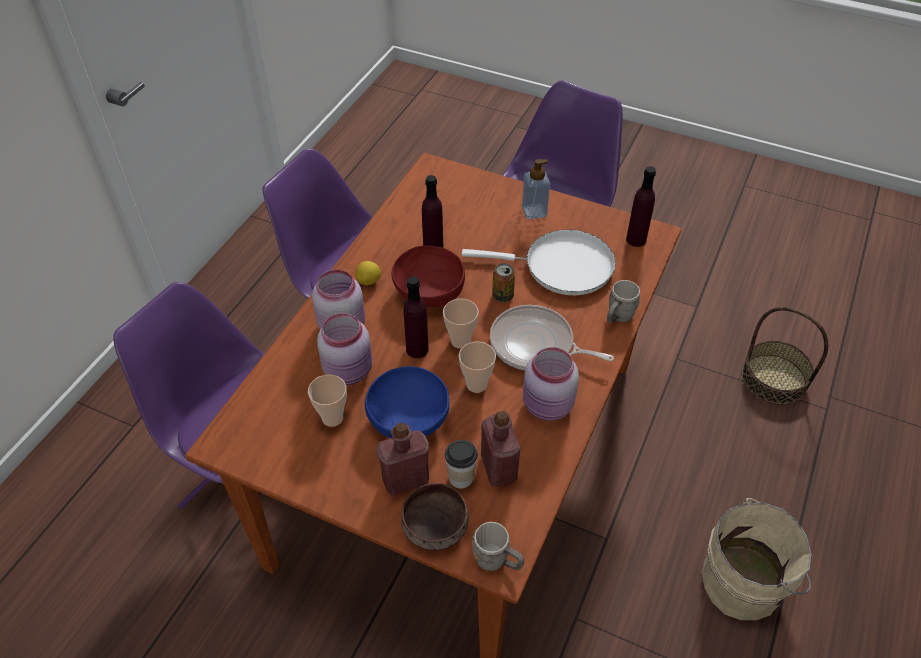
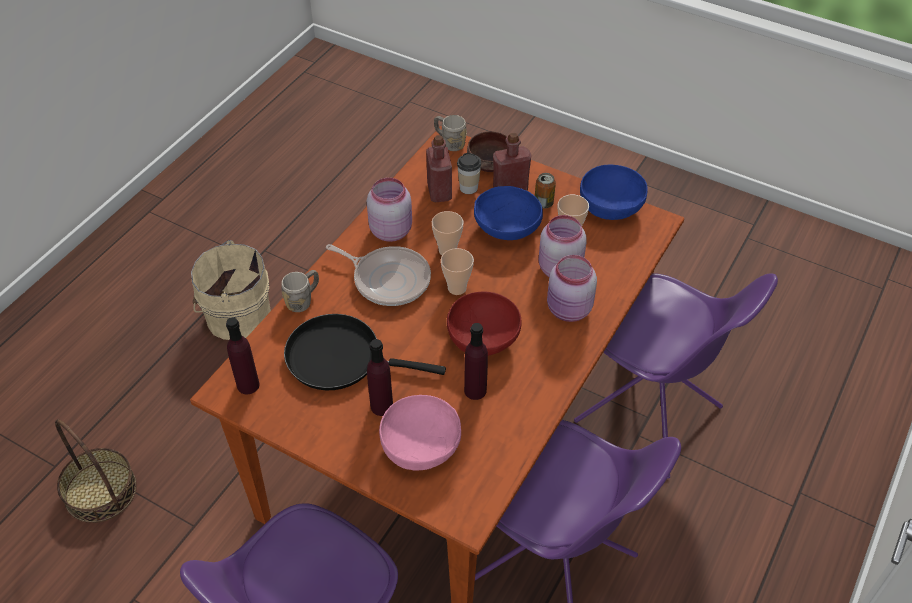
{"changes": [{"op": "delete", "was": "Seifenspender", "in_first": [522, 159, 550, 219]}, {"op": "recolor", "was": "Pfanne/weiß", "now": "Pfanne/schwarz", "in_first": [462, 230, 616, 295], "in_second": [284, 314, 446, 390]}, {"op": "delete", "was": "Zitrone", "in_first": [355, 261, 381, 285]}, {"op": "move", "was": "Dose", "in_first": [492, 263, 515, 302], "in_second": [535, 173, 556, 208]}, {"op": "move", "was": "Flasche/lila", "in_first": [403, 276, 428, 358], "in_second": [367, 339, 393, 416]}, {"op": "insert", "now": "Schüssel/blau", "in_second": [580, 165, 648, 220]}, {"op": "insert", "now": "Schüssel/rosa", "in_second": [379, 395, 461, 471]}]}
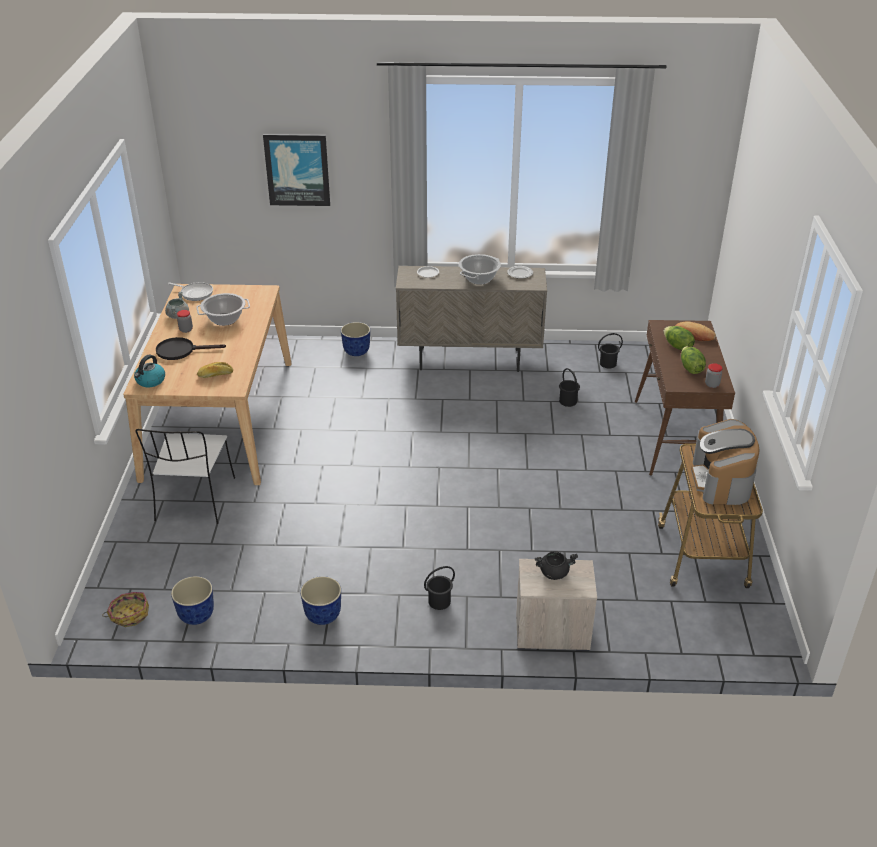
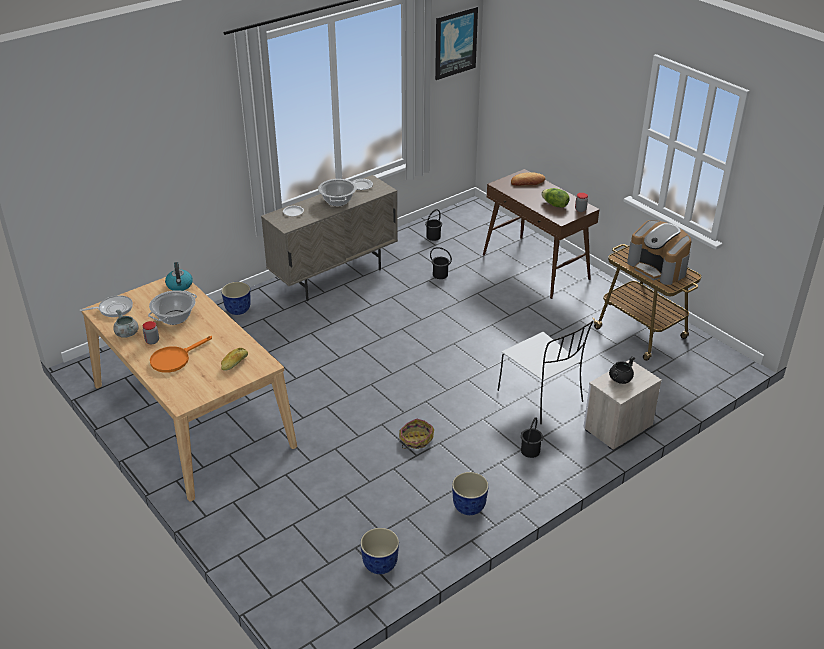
{"changes": [{"op": "move", "was": "Bild", "in_first": [263, 134, 330, 206], "in_second": [435, 6, 478, 80]}, {"op": "delete", "was": "Salatkopf", "in_first": [663, 326, 695, 351]}, {"op": "recolor", "was": "Pfanne/schwarz", "now": "Pfanne/orange", "in_first": [156, 337, 226, 360], "in_second": [150, 336, 212, 373]}, {"op": "move", "was": "Wasserkessel", "in_first": [134, 355, 165, 387], "in_second": [165, 262, 193, 291]}, {"op": "move", "was": "Stuhl/weiß", "in_first": [135, 429, 235, 524], "in_second": [498, 321, 593, 424]}, {"op": "move", "was": "Korb", "in_first": [102, 592, 149, 627], "in_second": [399, 418, 434, 449]}]}
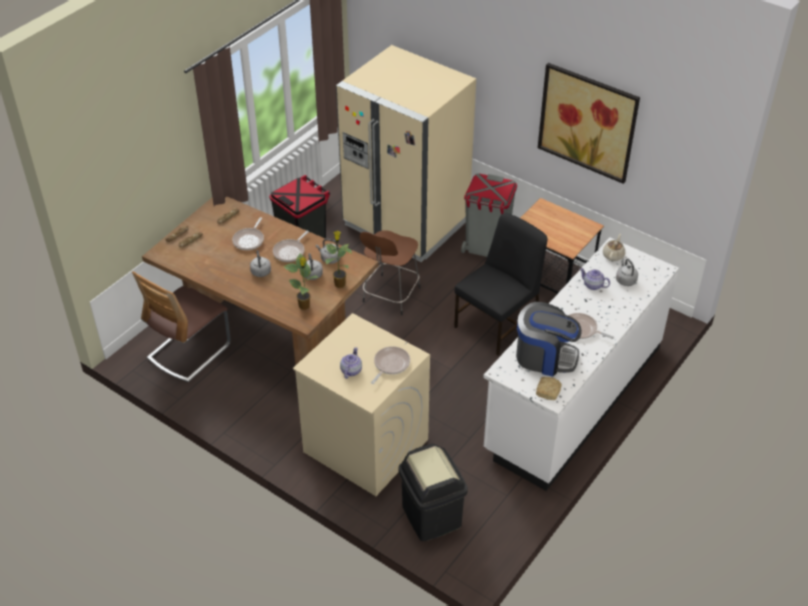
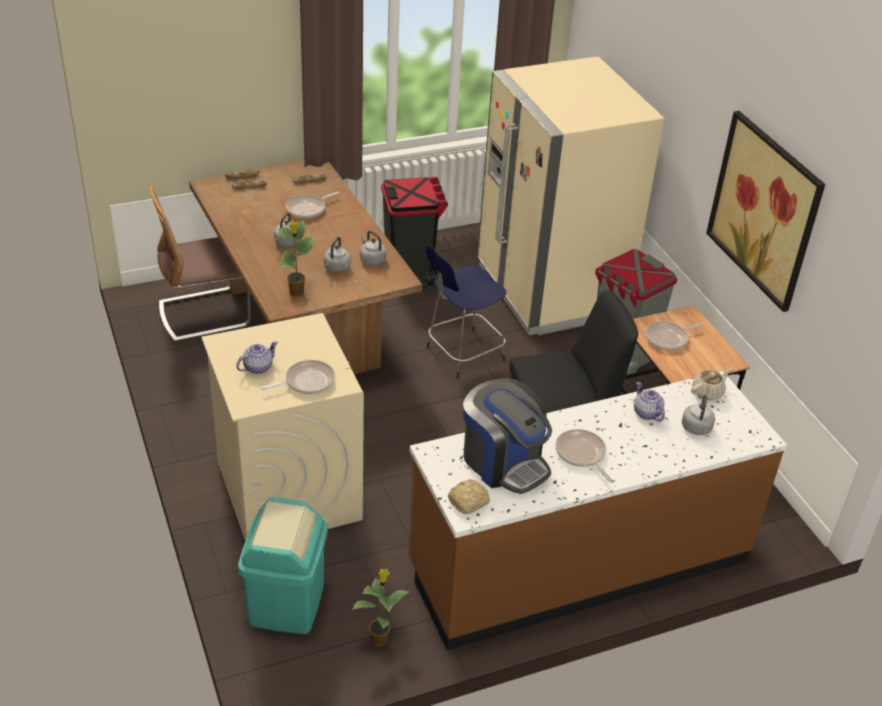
{"changes": [{"op": "recolor", "was": "Hocker/braun", "now": "Hocker/blau", "in_first": [360, 230, 421, 315], "in_second": [426, 246, 506, 379]}, {"op": "move", "was": "Pfanne", "in_first": [273, 231, 309, 262], "in_second": [645, 321, 704, 350]}, {"op": "move", "was": "Topfpflanze", "in_first": [325, 231, 352, 288], "in_second": [352, 569, 410, 647]}, {"op": "recolor", "was": "Küchenzeile/weiß", "now": "Küchenzeile/braun", "in_first": [483, 237, 679, 491], "in_second": [409, 371, 787, 650]}, {"op": "recolor", "was": "Mülleimer/schwarz", "now": "Mülleimer/türkis", "in_first": [399, 444, 468, 542], "in_second": [238, 497, 328, 634]}]}
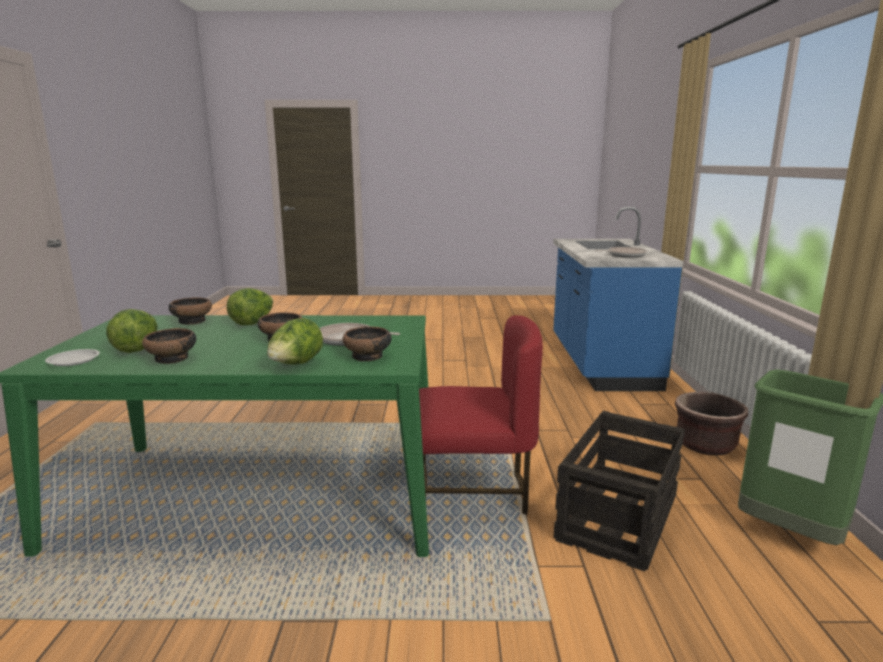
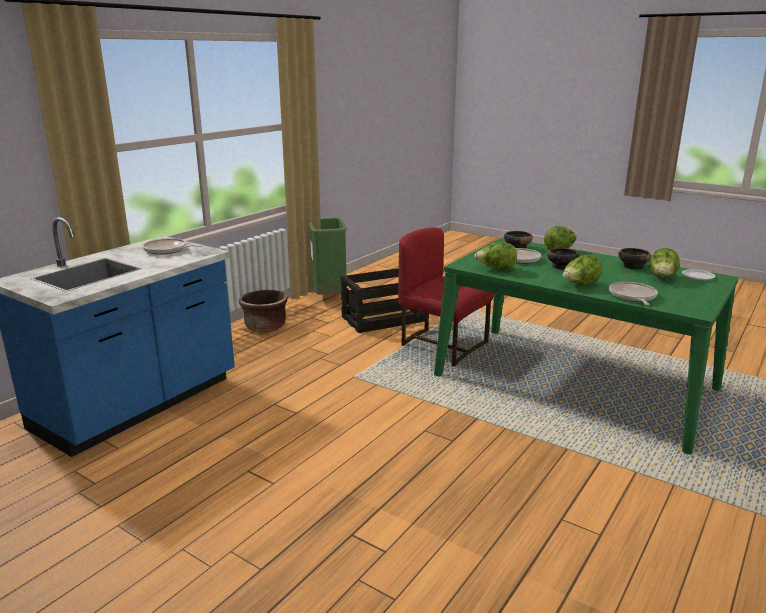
{"changes": [{"op": "replace", "was": "Schüssel", "now": "Pfanne", "in_first": [168, 298, 212, 325], "in_second": [609, 282, 658, 305]}, {"op": "insert", "now": "Salatkopf", "in_second": [474, 243, 517, 270]}]}
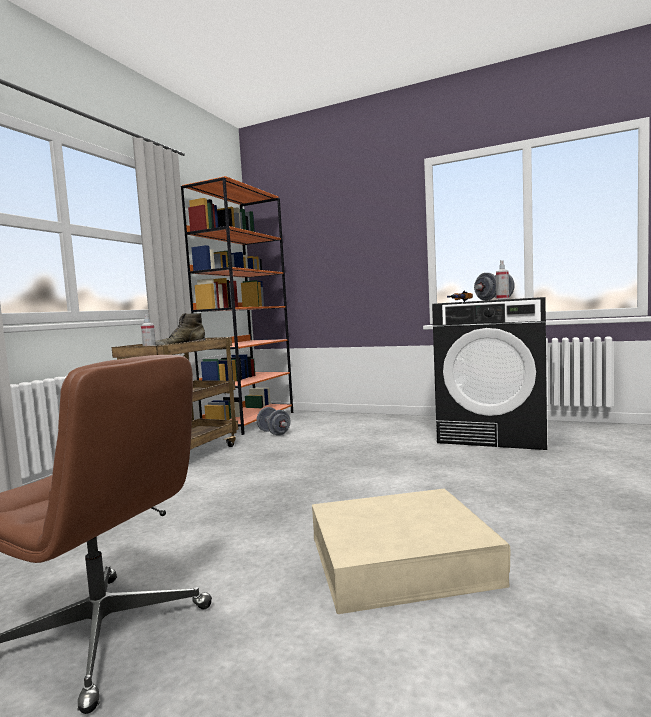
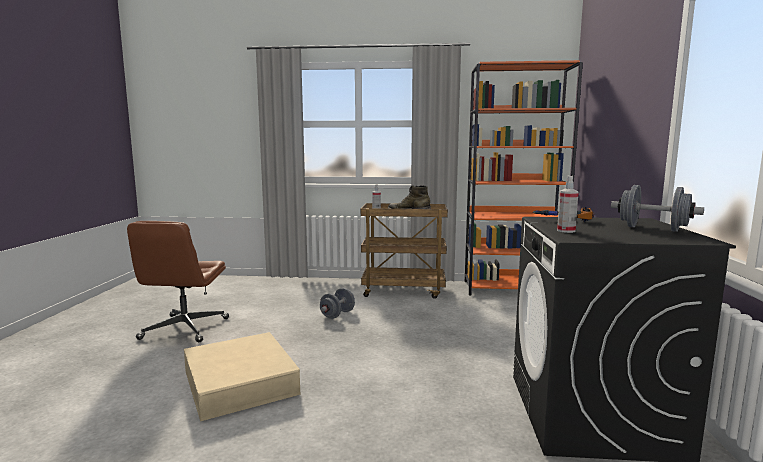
{"changes": [{"op": "move", "was": "Hantel/grau", "in_first": [256, 407, 290, 436], "in_second": [320, 288, 355, 319]}]}
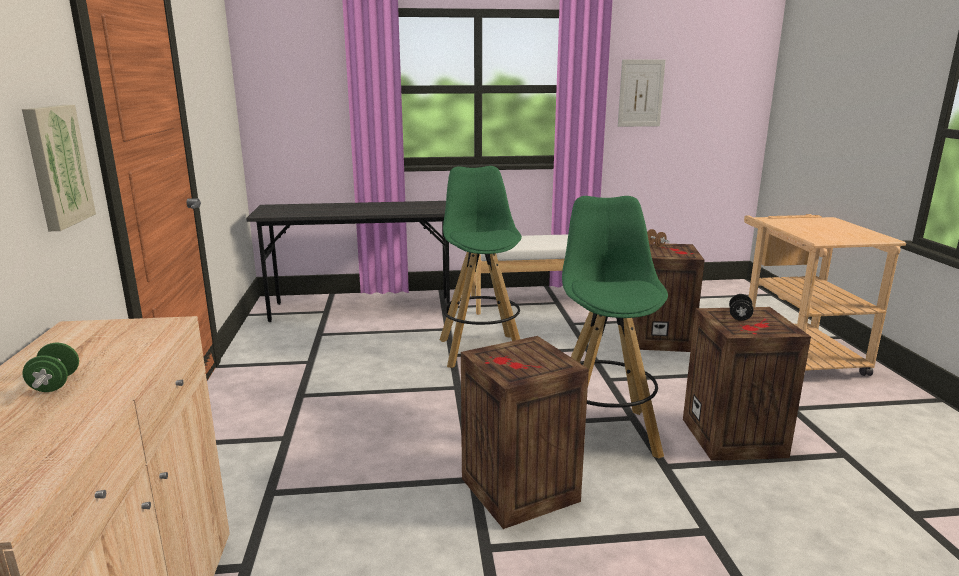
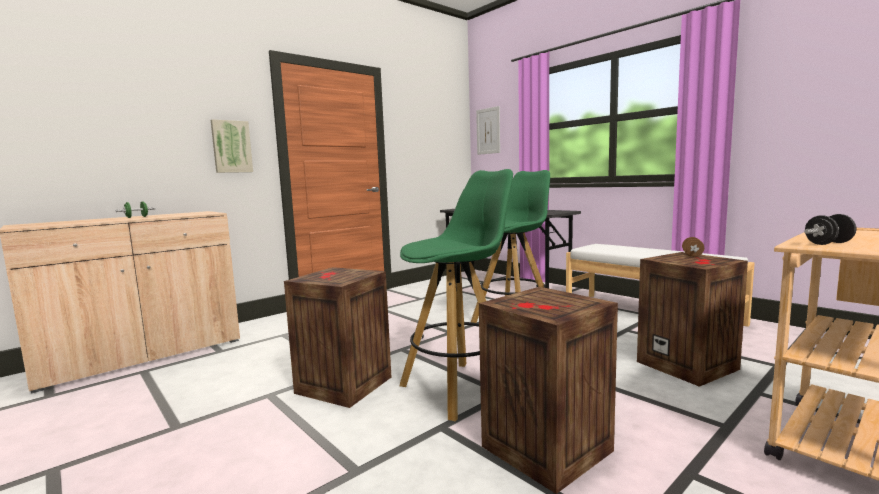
{"changes": [{"op": "move", "was": "Bild", "in_first": [618, 59, 665, 127], "in_second": [476, 106, 500, 155]}, {"op": "move", "was": "Hantel/schwarz", "in_first": [729, 294, 754, 321], "in_second": [804, 214, 856, 245]}]}
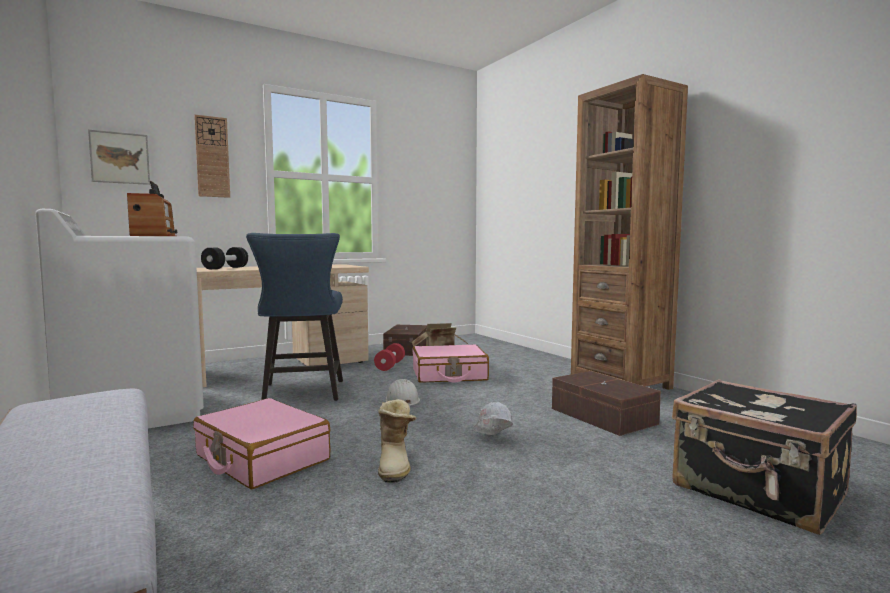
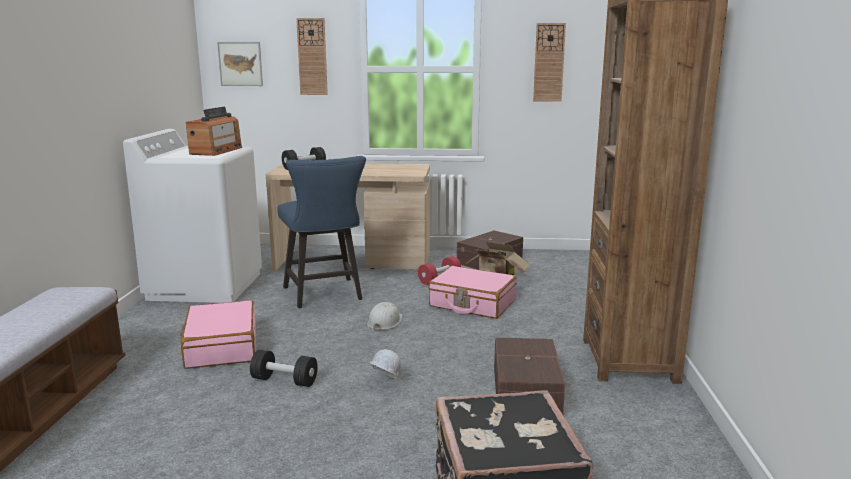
{"changes": [{"op": "rotate", "was": "Stuhl/blau", "in_first": [246, 233, 343, 401], "in_second": [277, 156, 366, 308], "clockwise": -45}, {"op": "replace", "was": "Stiefel", "now": "Hantel/schwarz", "in_first": [378, 399, 417, 483], "in_second": [250, 350, 318, 387]}, {"op": "insert", "now": "Wanduhr", "in_second": [533, 23, 566, 102]}]}
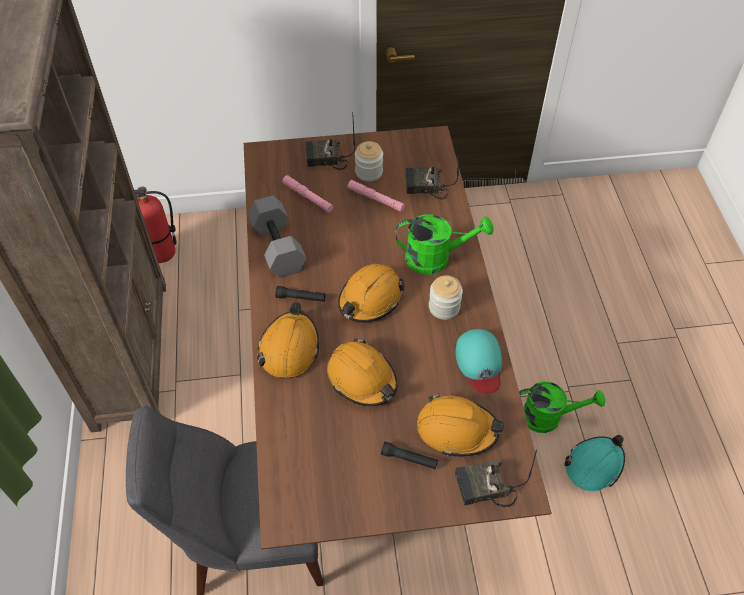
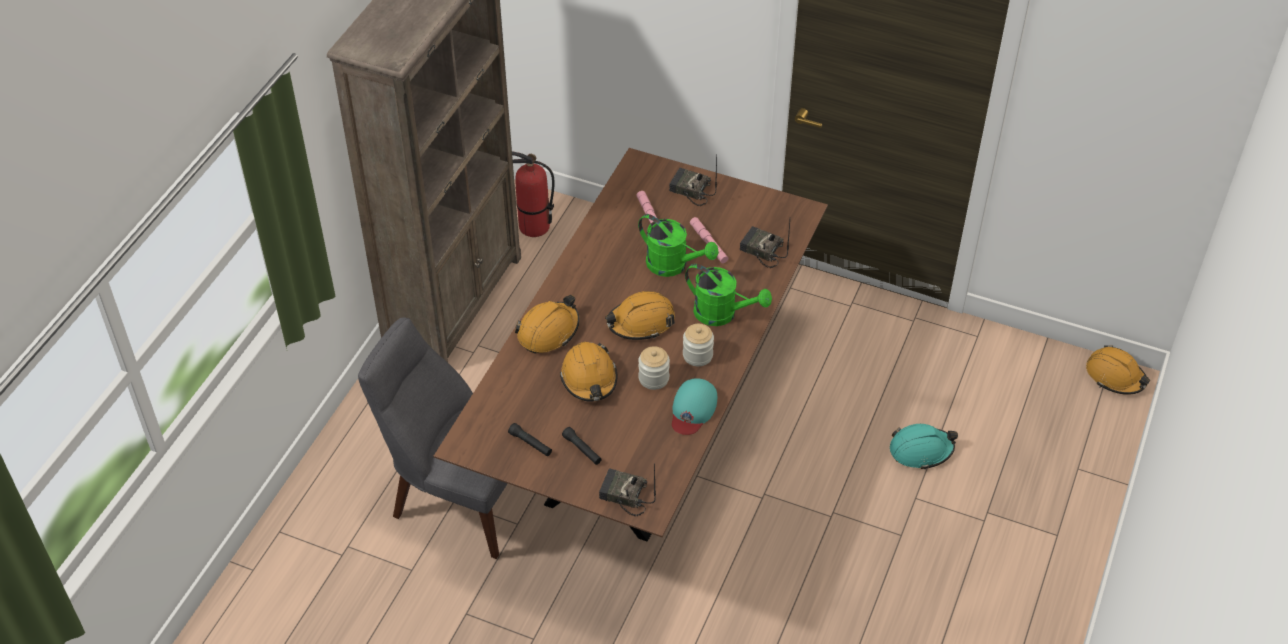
{"changes": [{"op": "move", "was": "Vorratsglas", "in_first": [355, 141, 383, 182], "in_second": [638, 346, 670, 390]}, {"op": "delete", "was": "Hantel/grau", "in_first": [248, 196, 307, 278]}, {"op": "move", "was": "Taschenlampe/schwarz", "in_first": [275, 286, 325, 302], "in_second": [508, 423, 552, 456]}, {"op": "move", "was": "Gießkanne/grün", "in_first": [519, 381, 605, 433], "in_second": [638, 214, 719, 277]}, {"op": "move", "was": "Schutzhelm/orange", "in_first": [417, 393, 504, 457], "in_second": [1086, 345, 1150, 395]}, {"op": "move", "was": "Schutzhelm/türkis", "in_first": [564, 435, 625, 491], "in_second": [890, 424, 958, 470]}]}
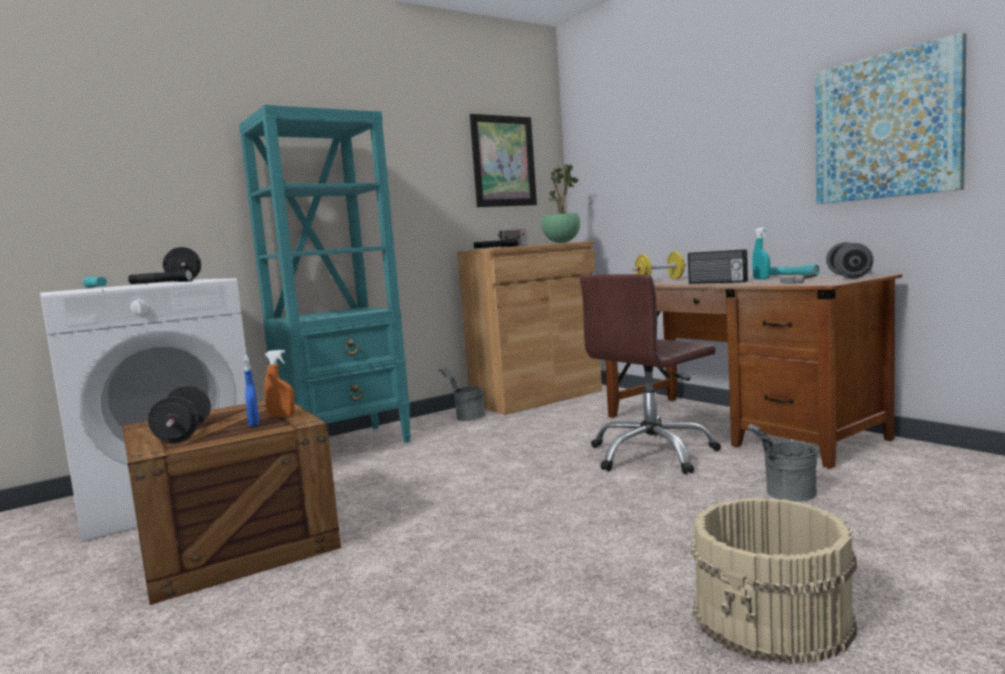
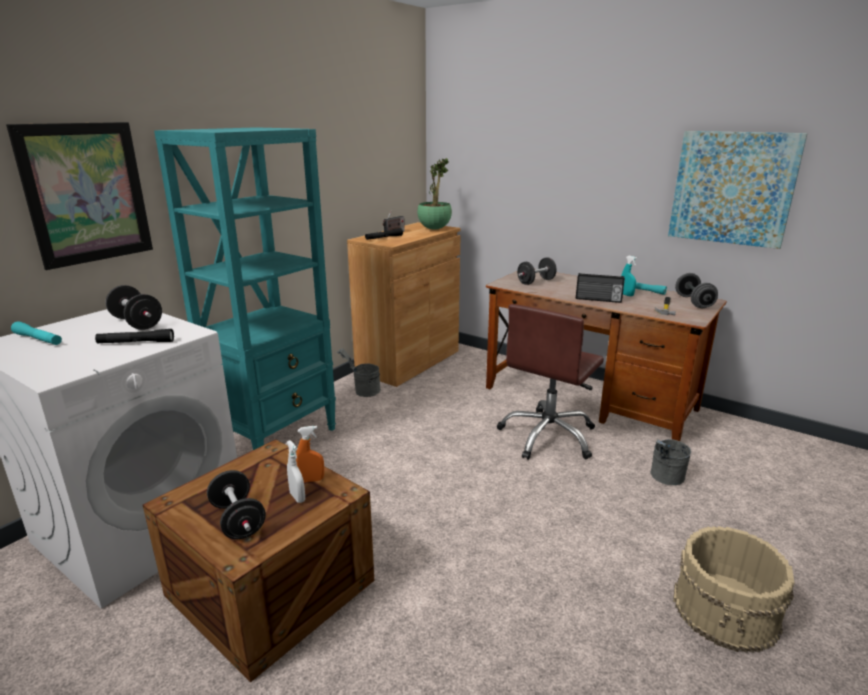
{"changes": [{"op": "move", "was": "Bild", "in_first": [470, 114, 537, 207], "in_second": [6, 122, 153, 270]}, {"op": "recolor", "was": "Hantel/gelb", "now": "Hantel/schwarz", "in_first": [633, 252, 686, 279], "in_second": [517, 257, 557, 285]}, {"op": "recolor", "was": "Sprühflasche/blau", "now": "Sprühflasche/weiß", "in_first": [243, 355, 259, 427], "in_second": [287, 440, 305, 503]}]}
